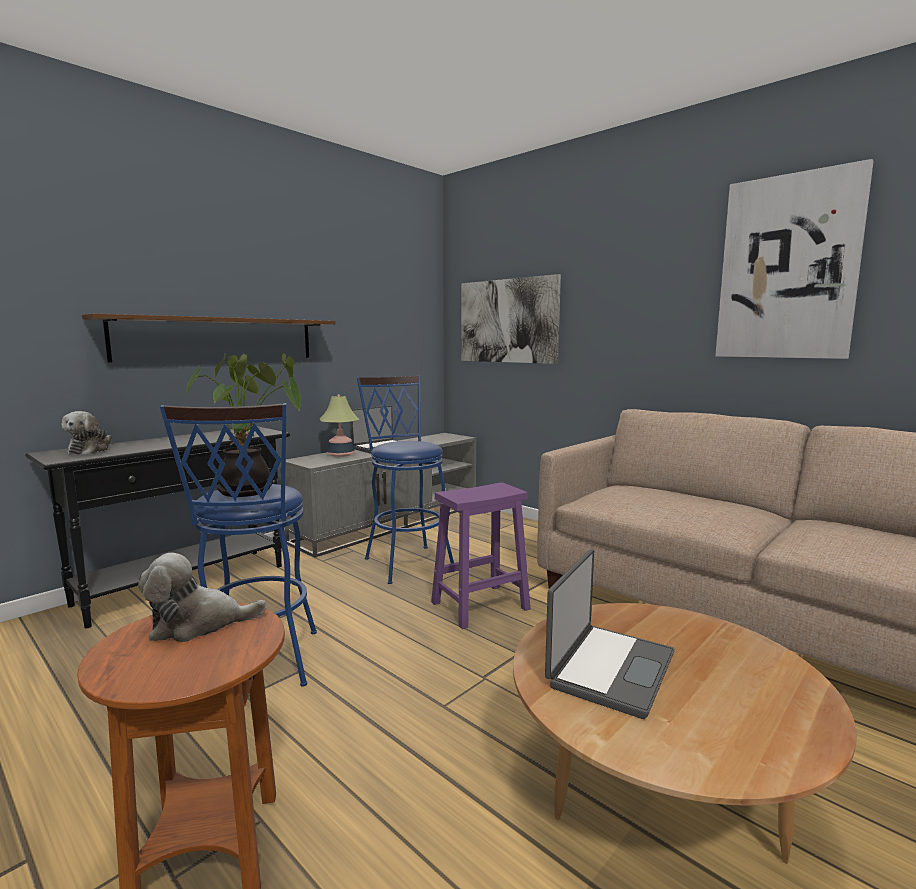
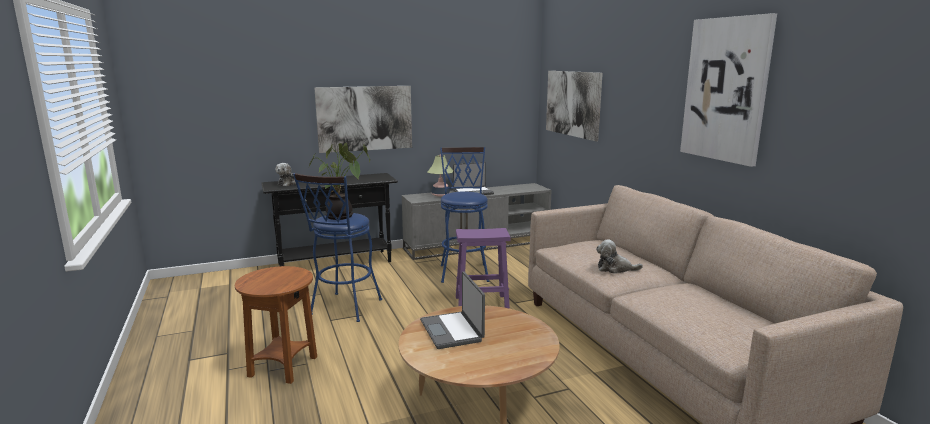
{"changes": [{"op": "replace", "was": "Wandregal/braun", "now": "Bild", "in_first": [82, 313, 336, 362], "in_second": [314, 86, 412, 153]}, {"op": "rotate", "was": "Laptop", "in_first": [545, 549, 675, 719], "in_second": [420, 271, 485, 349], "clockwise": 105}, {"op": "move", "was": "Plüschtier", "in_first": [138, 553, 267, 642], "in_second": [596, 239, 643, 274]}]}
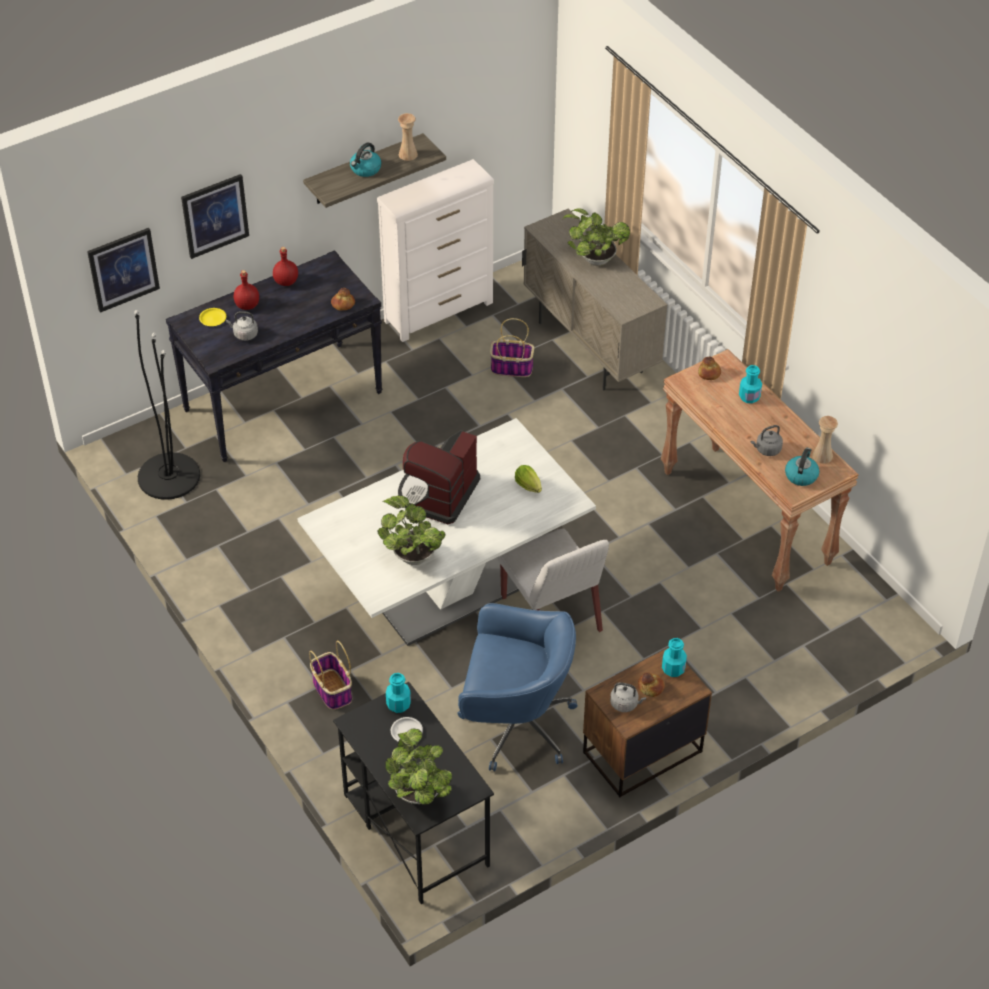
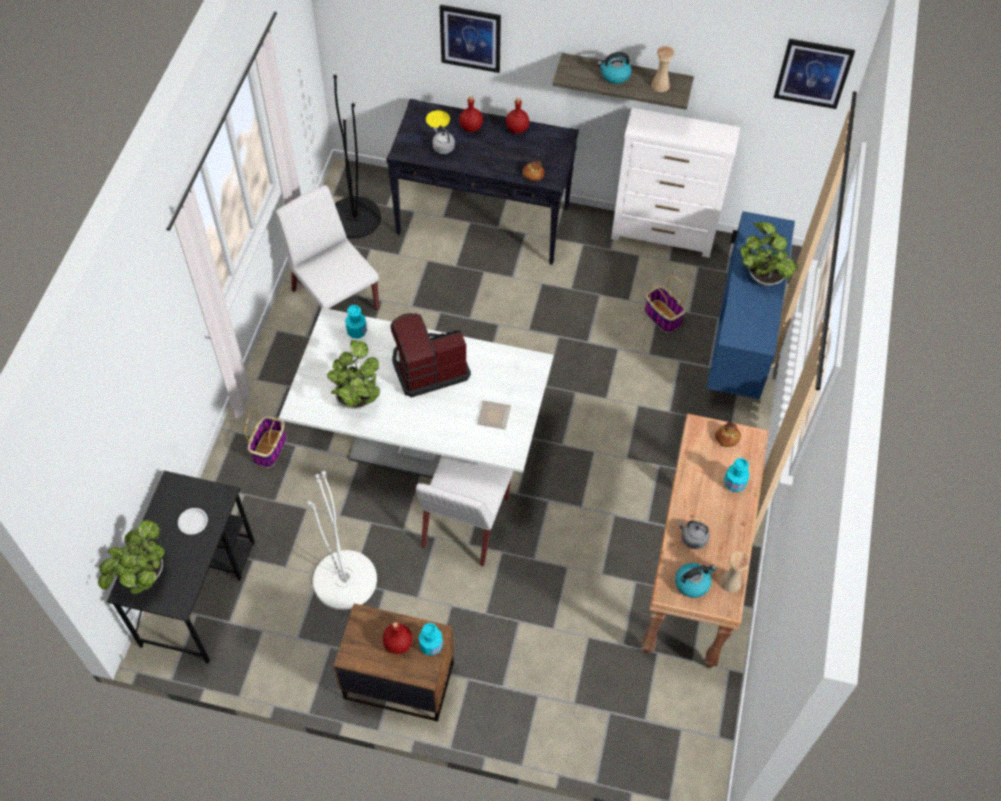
{"changes": [{"op": "recolor", "was": "Schrank/beige", "now": "Schrank/blau", "in_first": [522, 209, 667, 391], "in_second": [707, 211, 795, 399]}, {"op": "move", "was": "Bild", "in_first": [87, 228, 160, 313], "in_second": [774, 39, 855, 109]}, {"op": "replace", "was": "Salatkopf", "now": "Teller", "in_first": [515, 465, 542, 493], "in_second": [477, 400, 511, 430]}, {"op": "replace", "was": "Bürostuhl/blau", "now": "Stehlampe/weiß", "in_first": [457, 603, 577, 771], "in_second": [307, 471, 377, 610]}, {"op": "replace", "was": "Brot", "now": "Flasche/rot", "in_first": [638, 672, 665, 697], "in_second": [383, 622, 412, 654]}, {"op": "move", "was": "Flasche/türkis", "in_first": [386, 673, 411, 713], "in_second": [345, 305, 367, 339]}, {"op": "delete", "was": "Wasserkessel/grau", "in_first": [610, 682, 646, 712]}, {"op": "insert", "now": "Stuhl/weiß", "in_second": [275, 185, 380, 311]}]}
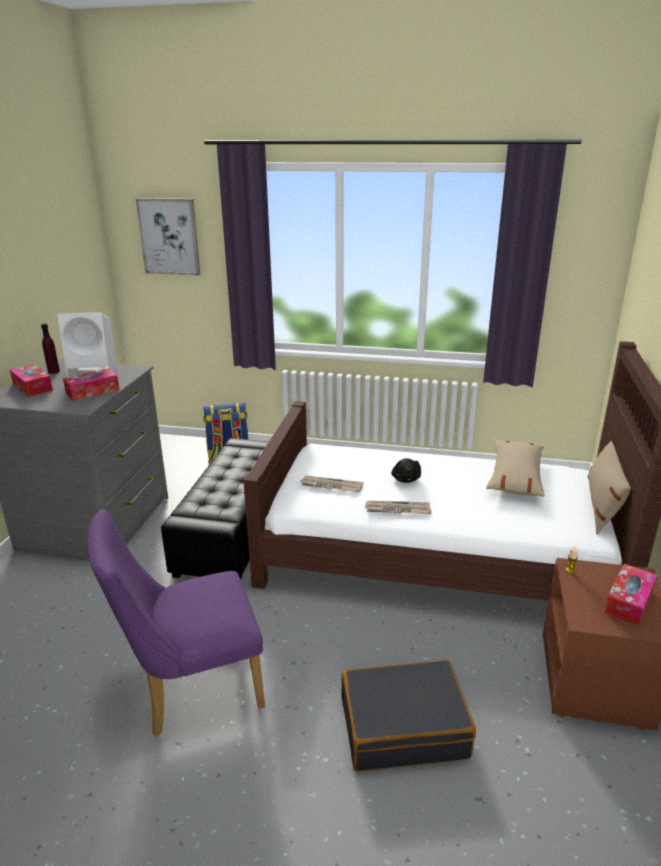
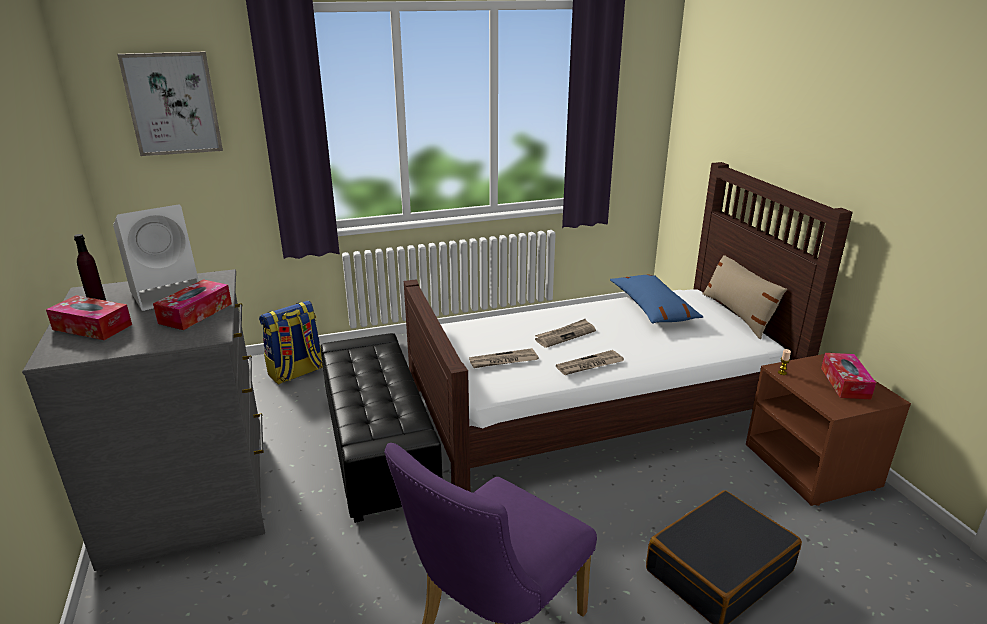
{"changes": [{"op": "recolor", "was": "Kissen/beige", "now": "Kissen/blau", "in_first": [486, 439, 545, 497], "in_second": [610, 275, 703, 324]}, {"op": "replace", "was": "Plüschtier/schwarz", "now": "Zeitung", "in_first": [391, 458, 421, 483], "in_second": [535, 319, 596, 348]}]}
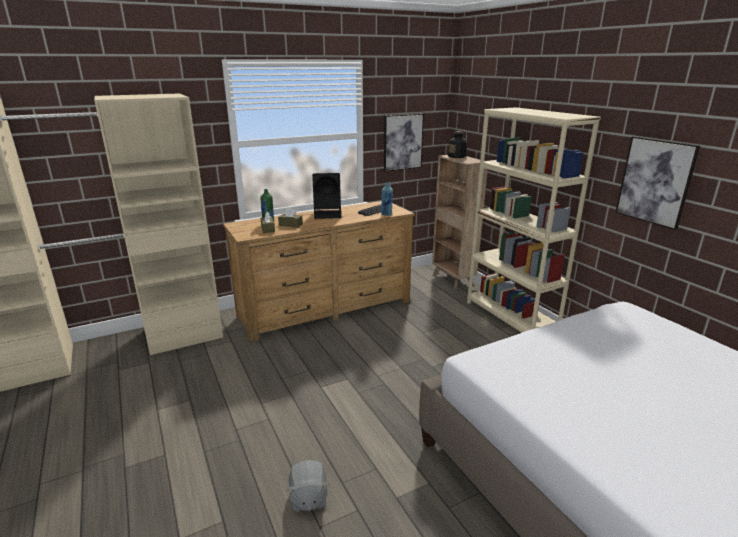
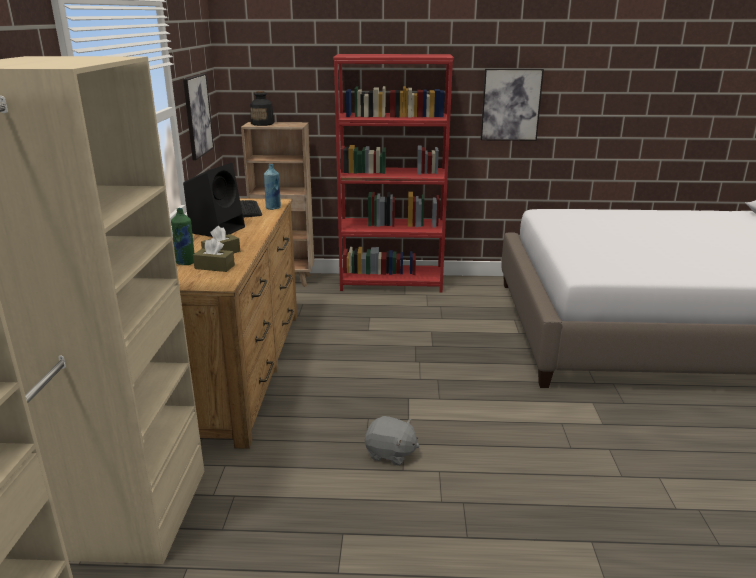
{"changes": [{"op": "recolor", "was": "Bücherregal/beige", "now": "Bücherregal/rot", "in_first": [467, 107, 601, 333], "in_second": [333, 54, 454, 293]}, {"op": "move", "was": "Plüschtier/grau", "in_first": [287, 460, 329, 512], "in_second": [365, 416, 420, 466]}]}
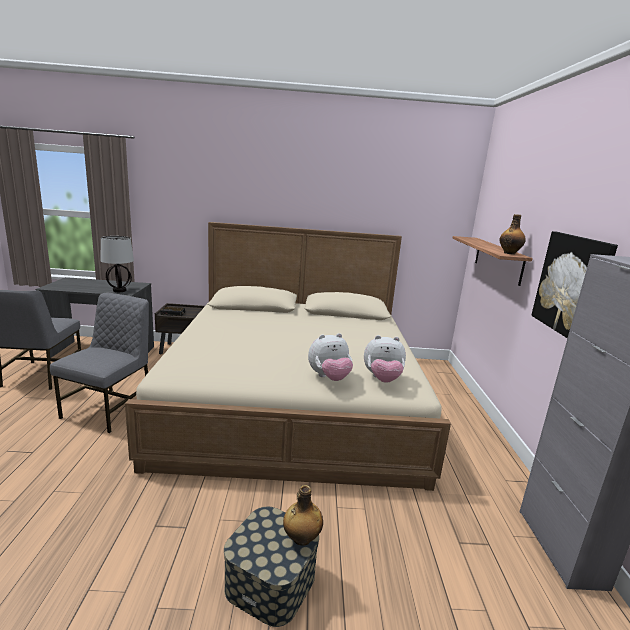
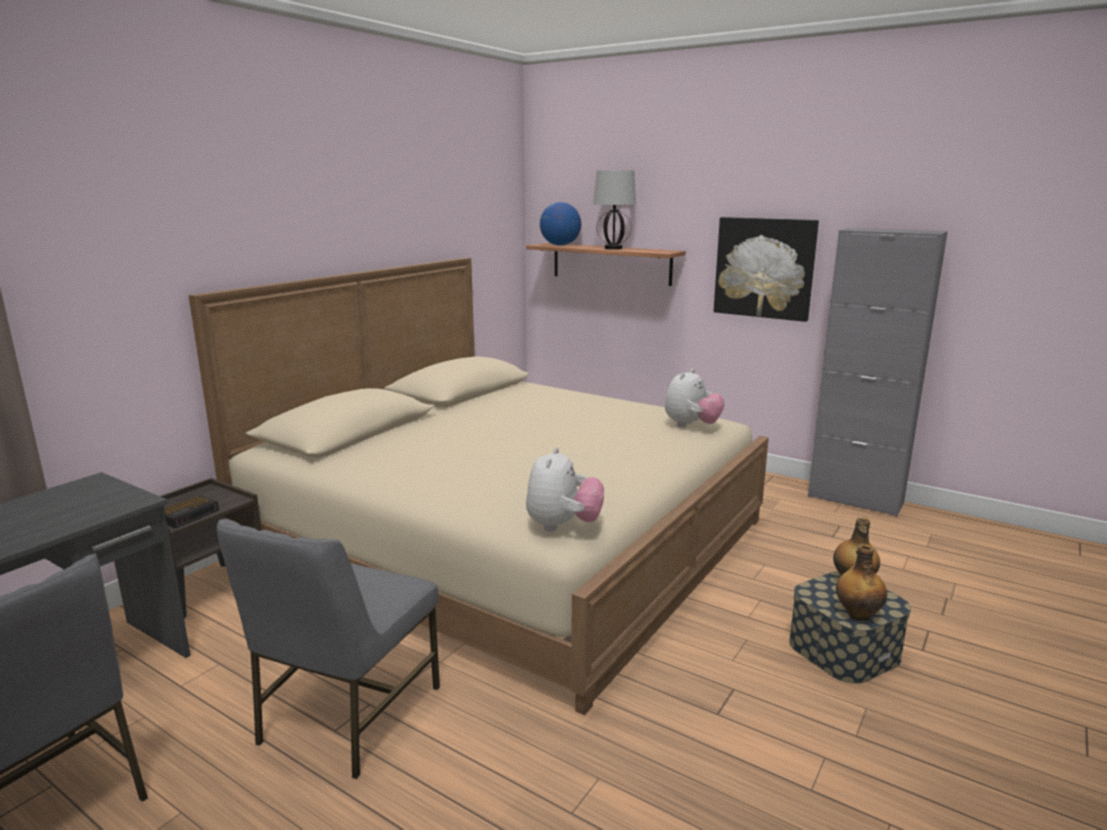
{"changes": [{"op": "move", "was": "Flasche", "in_first": [500, 214, 526, 255], "in_second": [836, 544, 887, 621]}, {"op": "move", "was": "Tischlampe", "in_first": [101, 236, 134, 292], "in_second": [593, 170, 636, 250]}, {"op": "rotate", "was": "Stuhl/grau", "in_first": [50, 293, 149, 433], "in_second": [217, 519, 440, 779], "clockwise": -120}, {"op": "move", "was": "Plüschtier", "in_first": [308, 333, 353, 381], "in_second": [526, 447, 604, 532]}, {"op": "insert", "now": "Globus", "in_second": [540, 202, 581, 246]}]}
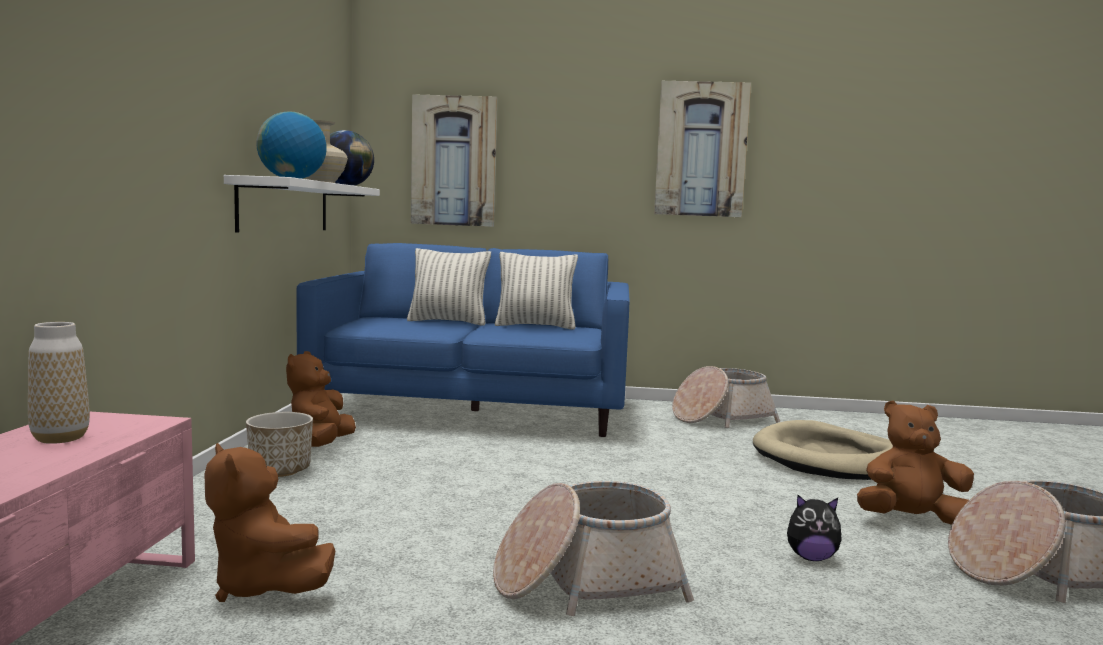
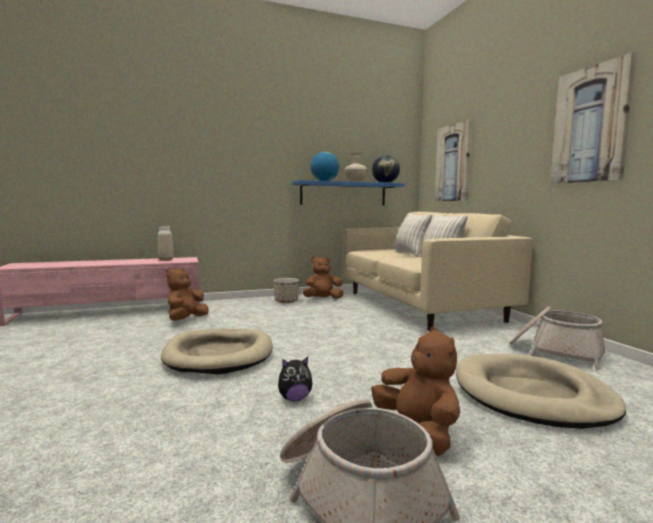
{"changes": [{"op": "recolor", "was": "Wandregal/weiß", "now": "Wandregal/blau", "in_first": [224, 175, 380, 233], "in_second": [292, 180, 405, 206]}, {"op": "recolor", "was": "Sofa/blau", "now": "Sofa/beige", "in_first": [296, 243, 629, 437], "in_second": [343, 212, 533, 331]}, {"op": "replace", "was": "Korb", "now": "Hundebett/beige", "in_first": [493, 481, 694, 616], "in_second": [161, 329, 273, 374]}, {"op": "rotate", "was": "Plüschtier", "in_first": [787, 495, 842, 561], "in_second": [278, 357, 312, 401], "clockwise": -90}]}
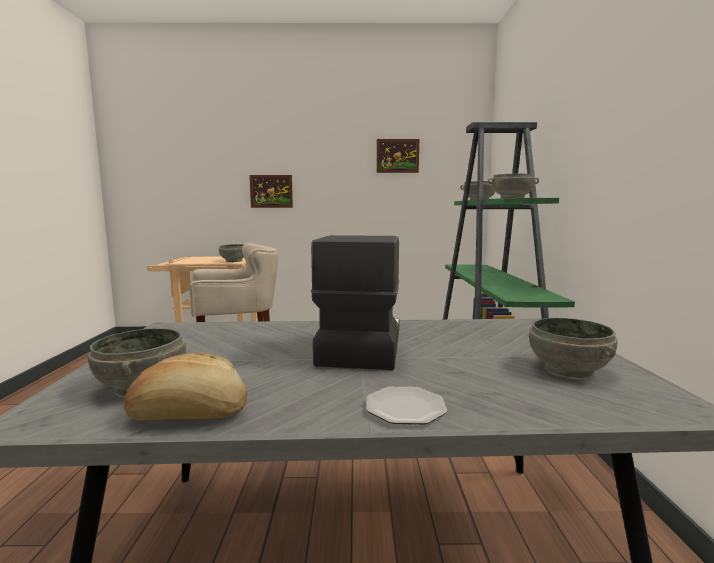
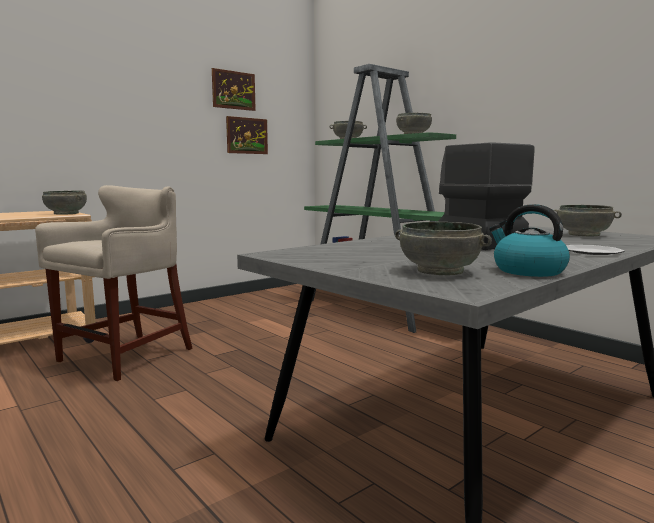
{"changes": [{"op": "move", "was": "Bild", "in_first": [249, 175, 293, 208], "in_second": [226, 116, 268, 154]}, {"op": "replace", "was": "Brot", "now": "Wasserkessel", "in_first": [124, 352, 247, 420], "in_second": [489, 204, 570, 277]}]}
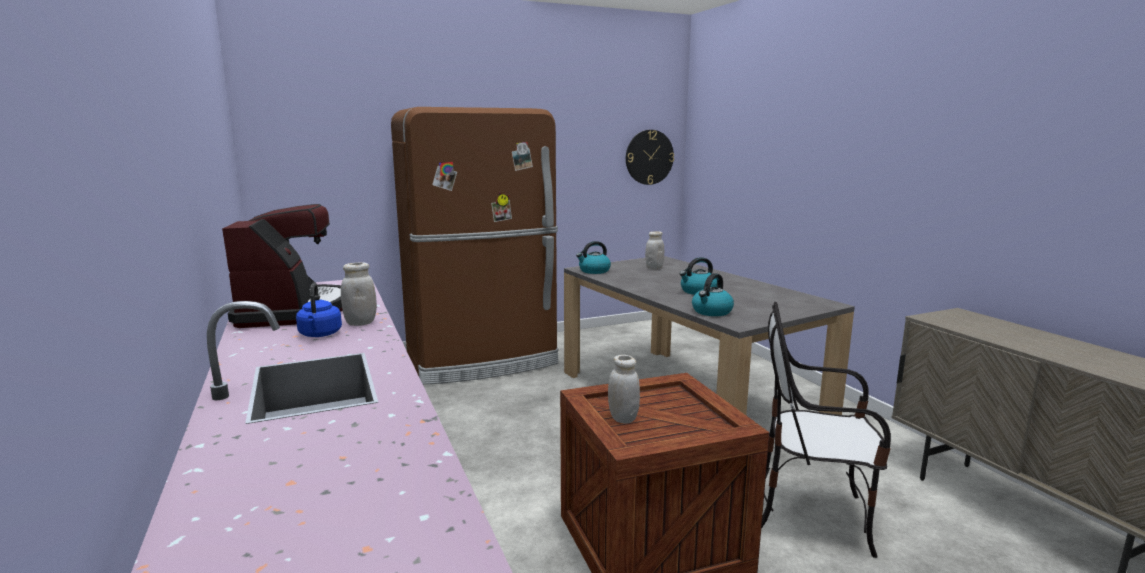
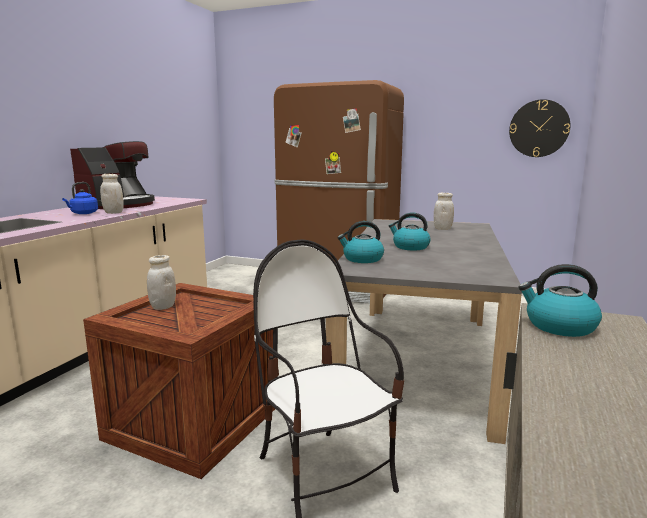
{"changes": [{"op": "move", "was": "Wasserkessel", "in_first": [576, 241, 611, 274], "in_second": [518, 264, 602, 337]}]}
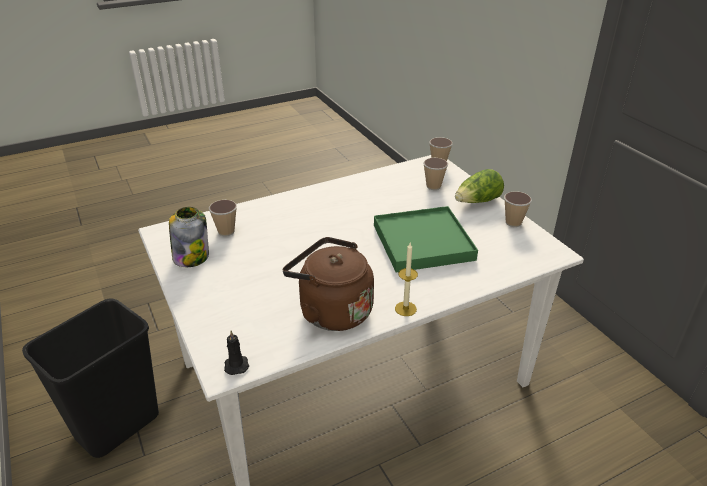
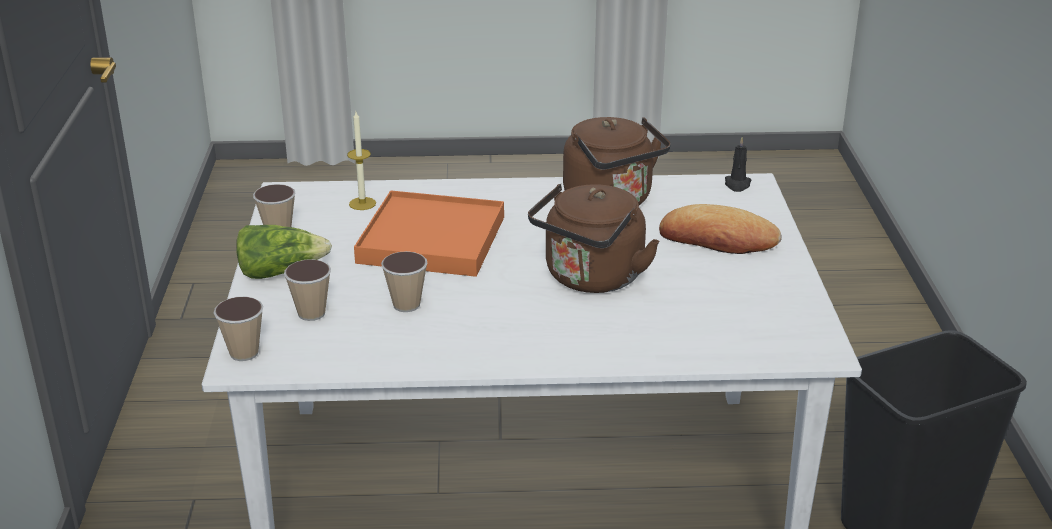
{"changes": [{"op": "move", "was": "Tasse", "in_first": [209, 200, 237, 236], "in_second": [381, 251, 428, 312]}, {"op": "recolor", "was": "Tablett/grün", "now": "Tablett/orange", "in_first": [374, 206, 478, 273], "in_second": [354, 191, 504, 277]}, {"op": "delete", "was": "Vorratsglas", "in_first": [169, 207, 209, 267]}, {"op": "move", "was": "Kerze", "in_first": [395, 243, 418, 316], "in_second": [347, 112, 376, 210]}, {"op": "insert", "now": "Wasserkessel/braun", "in_second": [528, 184, 659, 293]}, {"op": "insert", "now": "Brot", "in_second": [659, 204, 782, 254]}]}
